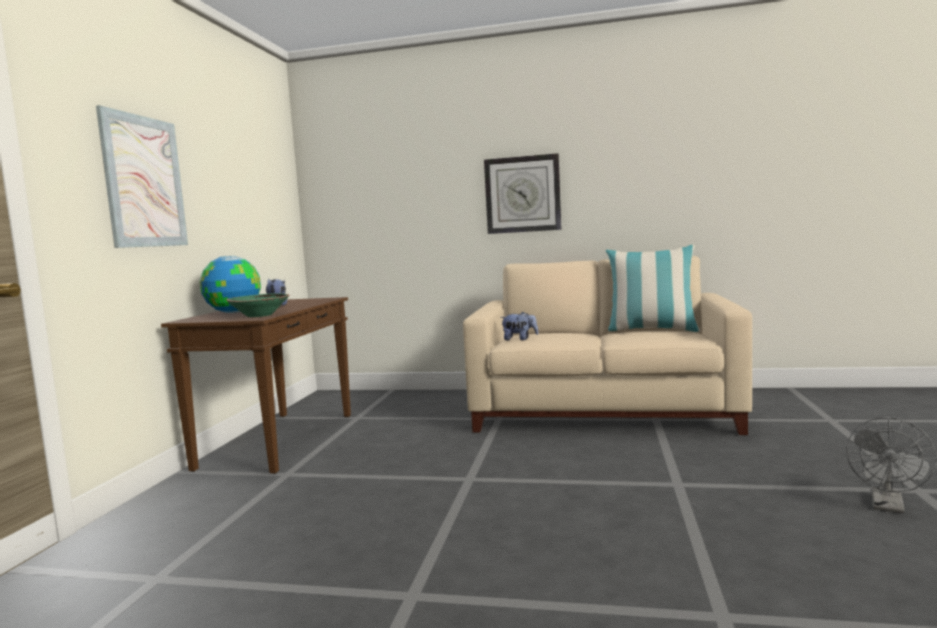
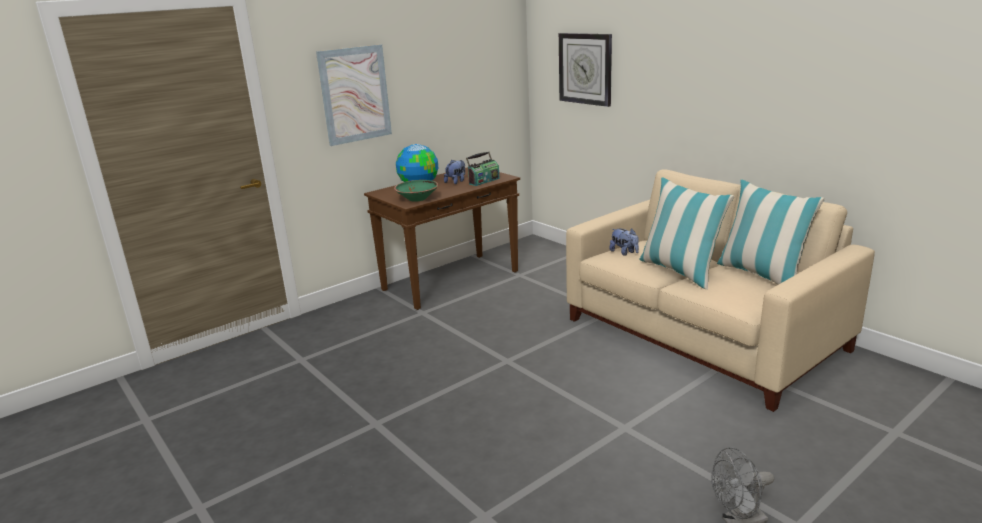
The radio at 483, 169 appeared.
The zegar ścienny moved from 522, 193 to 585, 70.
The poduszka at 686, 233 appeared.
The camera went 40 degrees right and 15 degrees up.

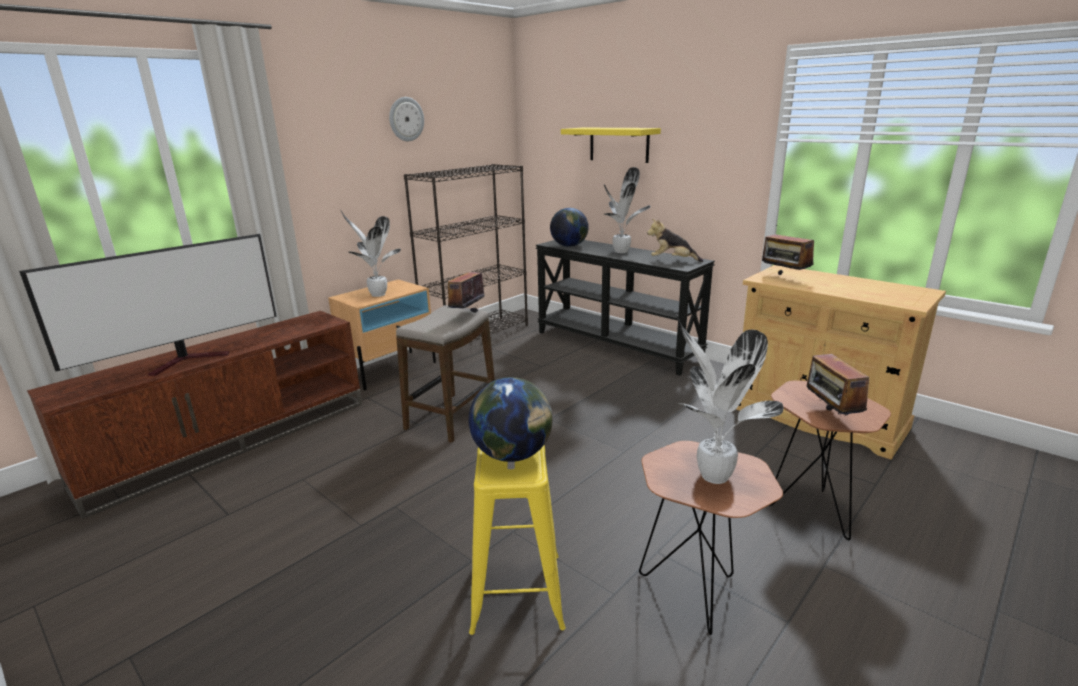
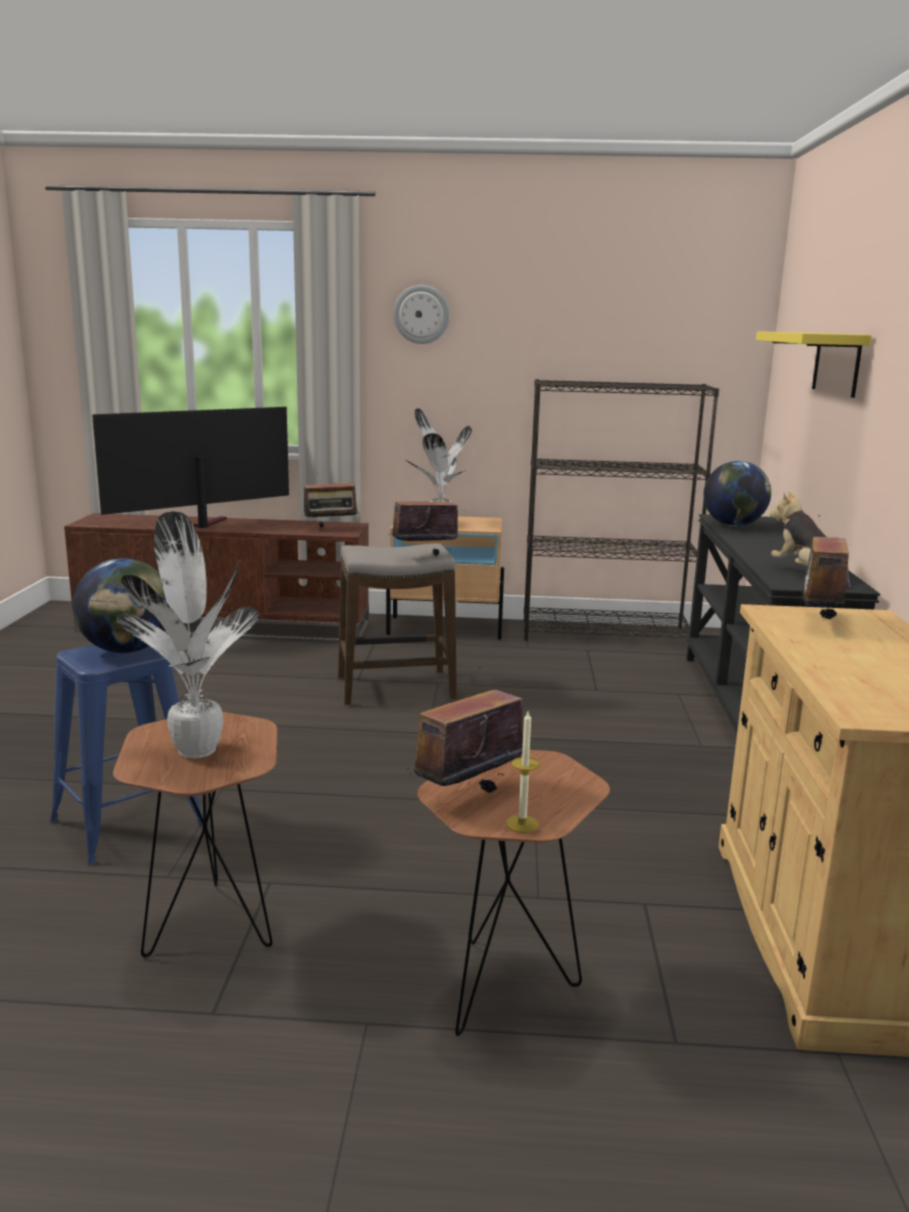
The stołek (żółty) at 517, 540 became the stołek (niebieski) at 126, 755.
The telewizor at 148, 305 turned 135 degrees clockwise.
The radio at 332, 500 appeared.
The zegar ścienny moved from 406, 119 to 421, 314.
The świeca at 523, 772 appeared.
The roślina doniczkowa at 627, 210 disappeared.
The camera went 50 degrees right and 5 degrees down.

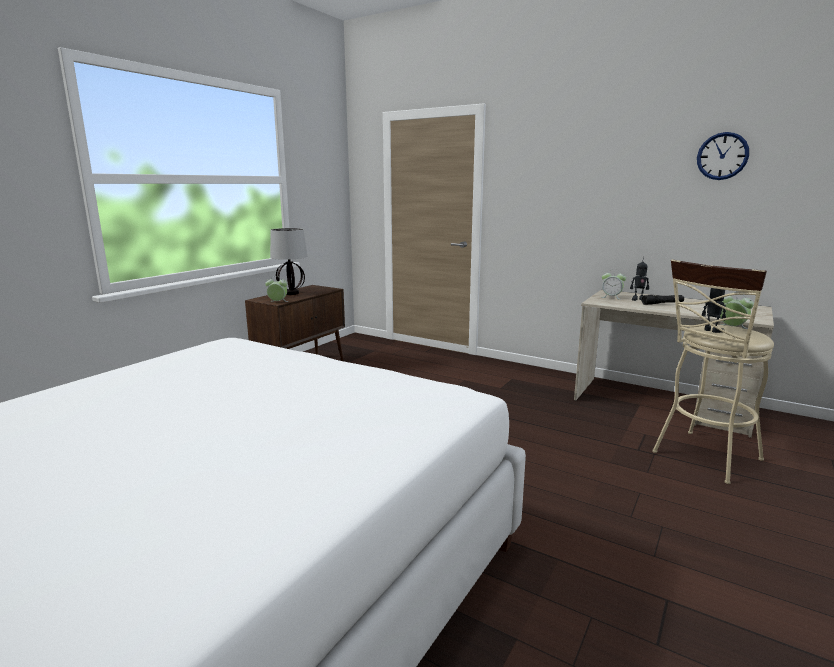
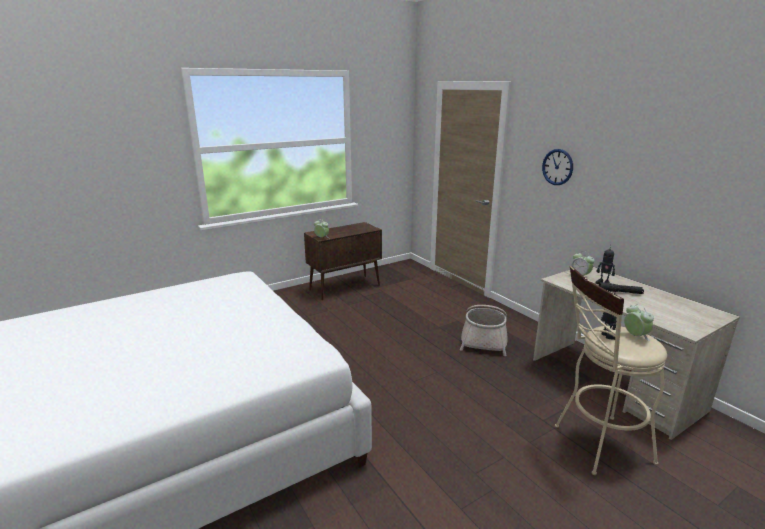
The koszyk at 484, 330 appeared.
The zegar ścienny moved from 723, 156 to 557, 167.
The lampa stołowa at 288, 261 disappeared.
The camera went 25 degrees right and 5 degrees up.

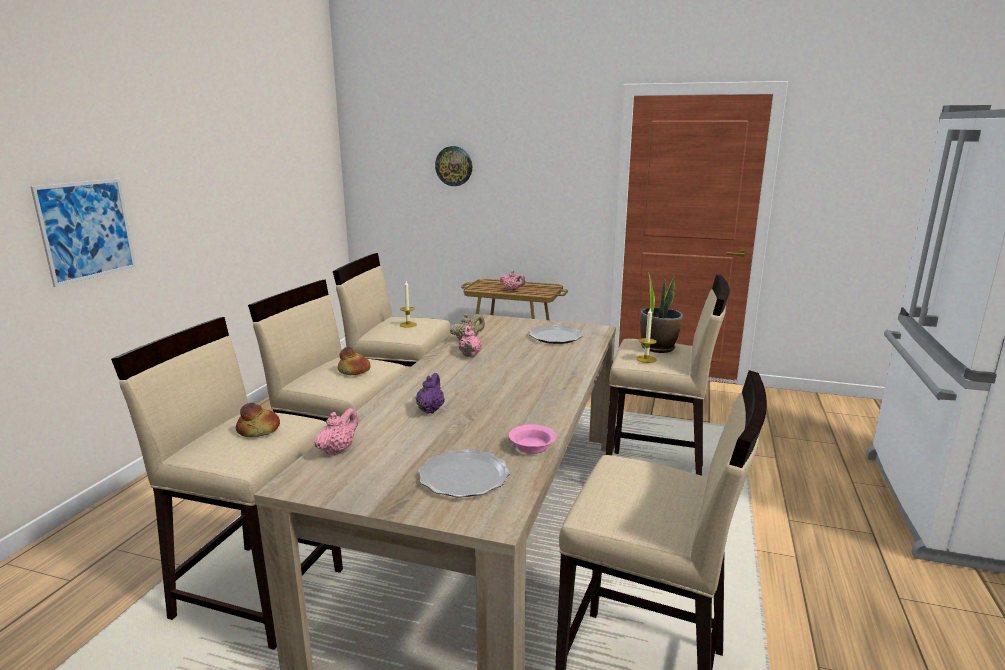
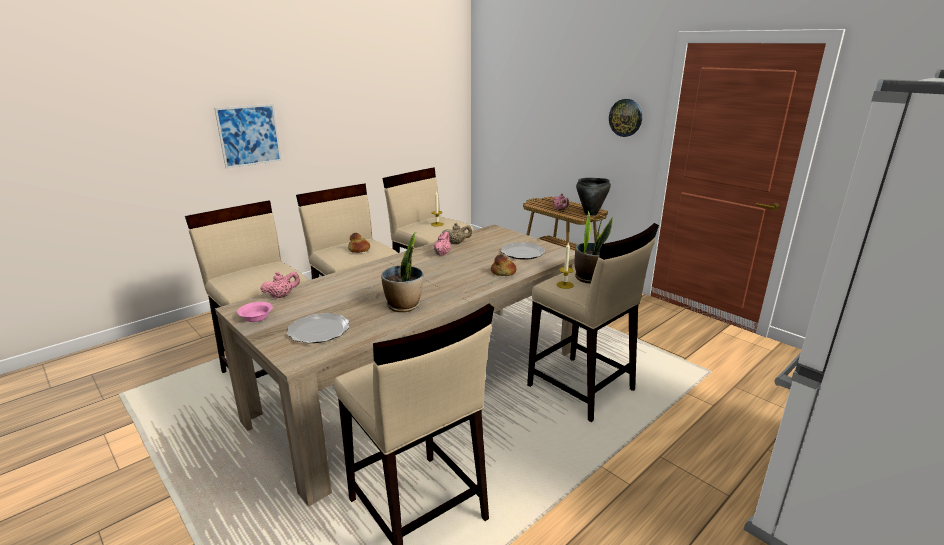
The miska (różowy) moved from 532, 439 to 255, 312.
The roślina doniczkowa at 402, 272 appeared.
The chleb moved from 258, 419 to 504, 265.
The garnek (czarny) at 593, 197 appeared.
The zegar ścienny moved from 453, 166 to 625, 118.
The imbryk (fioletowy) at 430, 393 disappeared.
The camera went 30 degrees right and 5 degrees up.

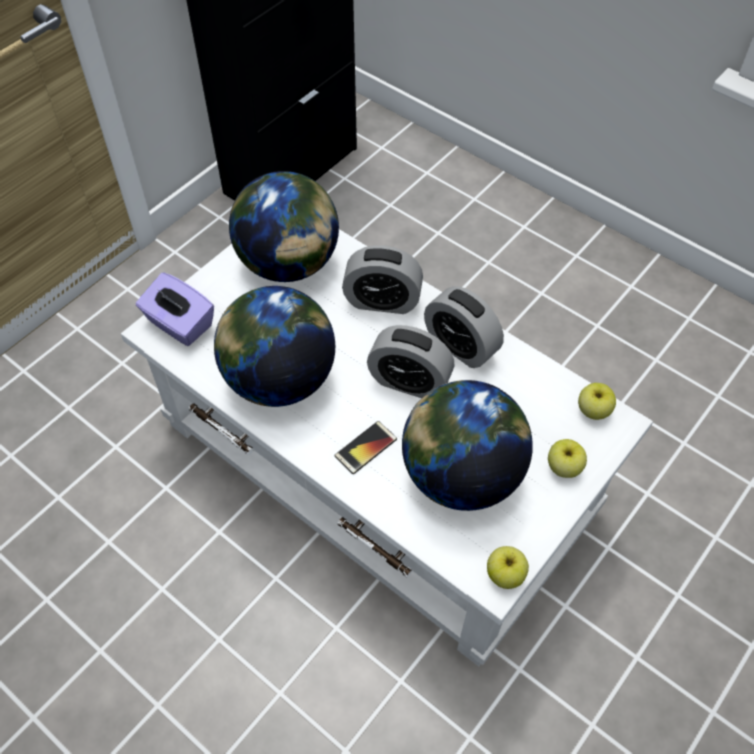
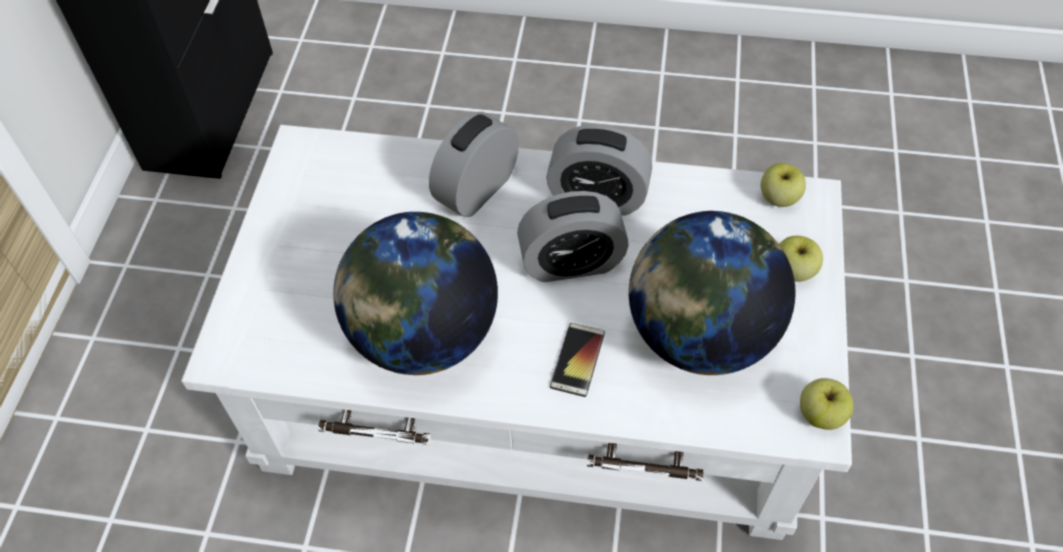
The budzik at 382, 279 turned 150 degrees clockwise.
The pudełko chusteczek (fioletowy) at 175, 309 disappeared.
The globus at 284, 226 disappeared.
The camera went 30 degrees left and 0 degrees up.

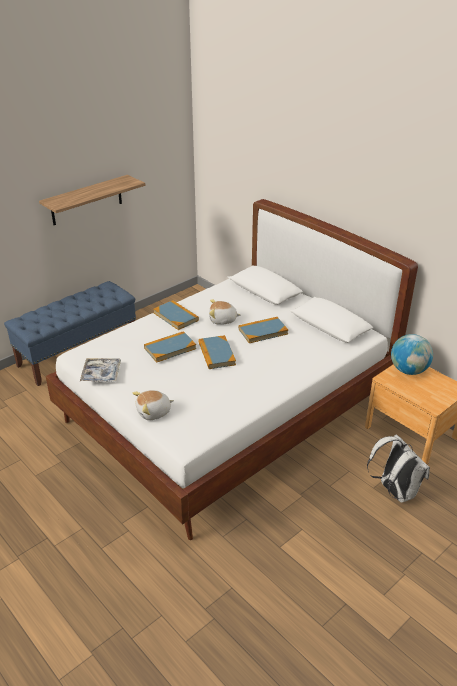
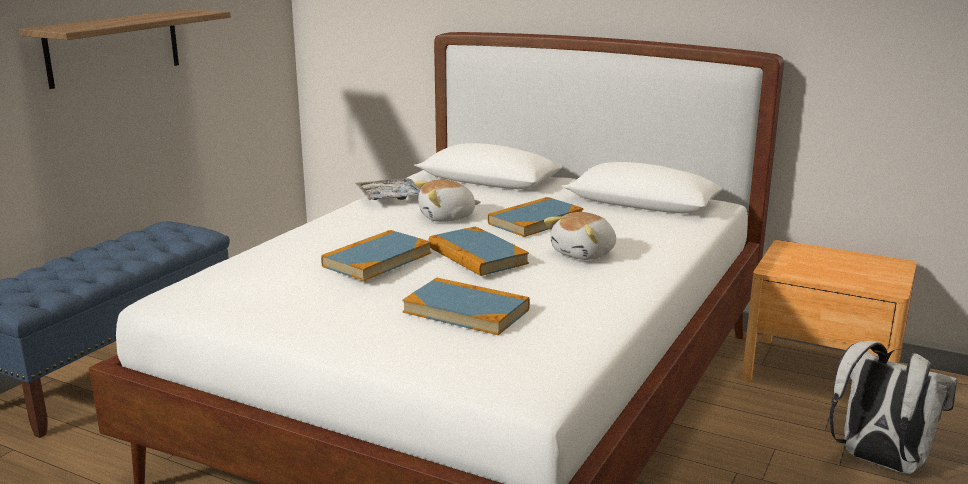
The taca moved from 100, 370 to 387, 189.
The książka moved from 176, 315 to 466, 306.
The pluszak moved from 153, 405 to 580, 236.
The globus at 412, 354 disappeared.
The camera went 20 degrees left and 15 degrees down.

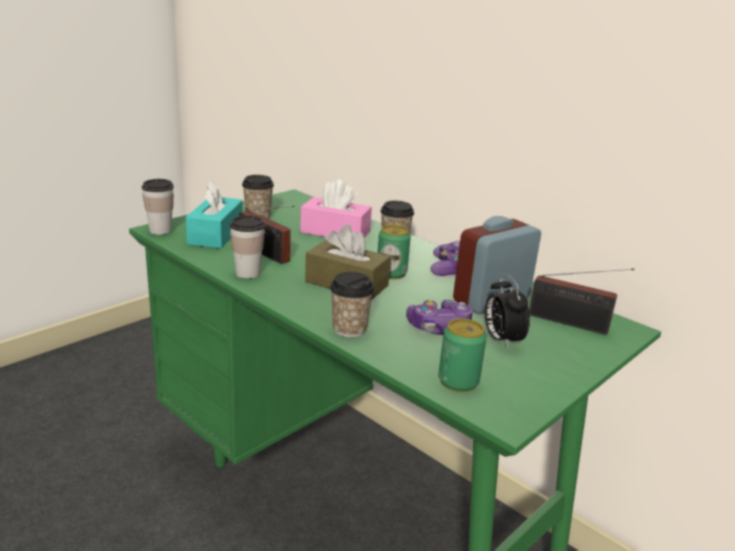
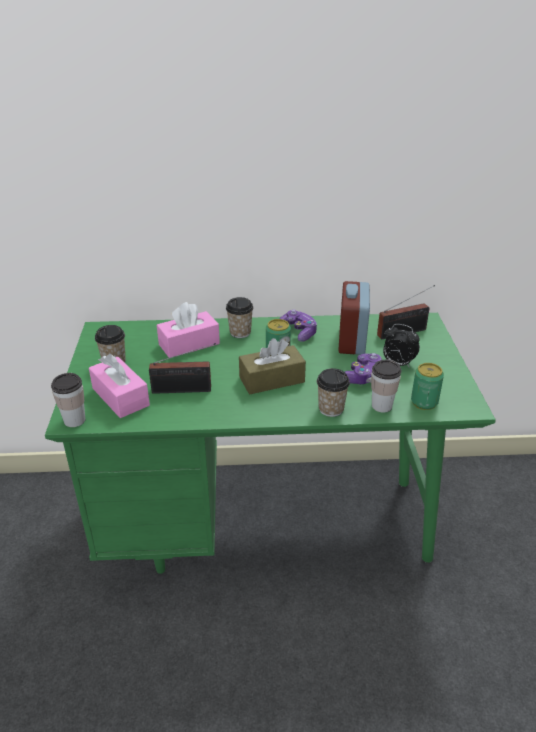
The pudełko chusteczek (turkusowy) at 214, 214 became the pudełko chusteczek (różowy) at 119, 386.
The filiżanka moved from 247, 247 to 386, 386.
The camera went 45 degrees left and 10 degrees up.

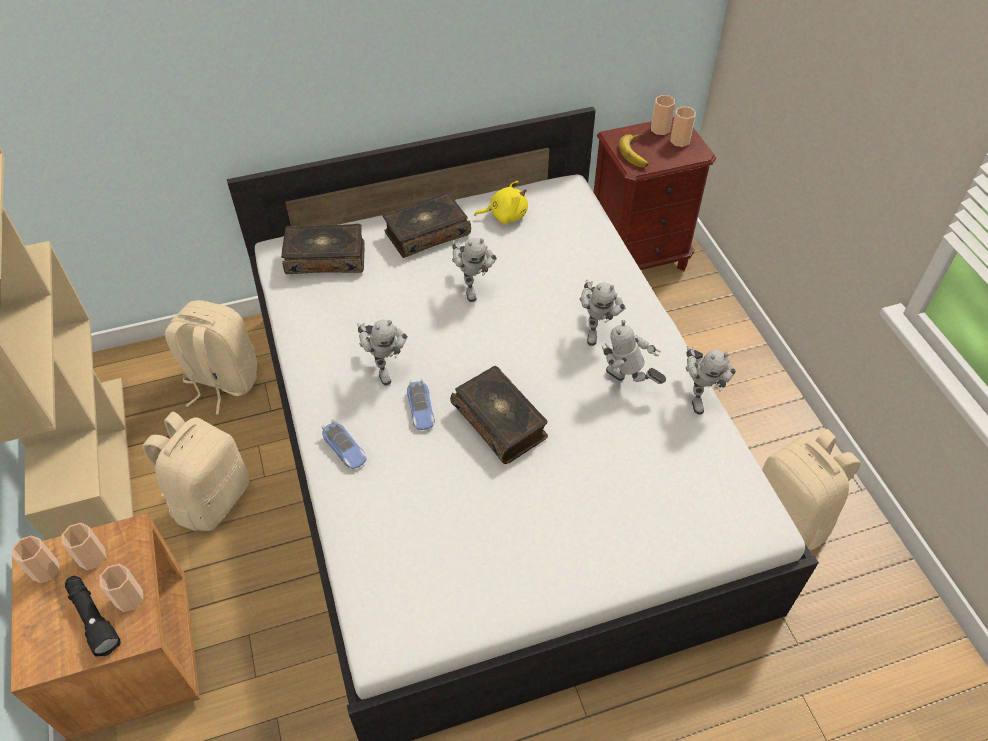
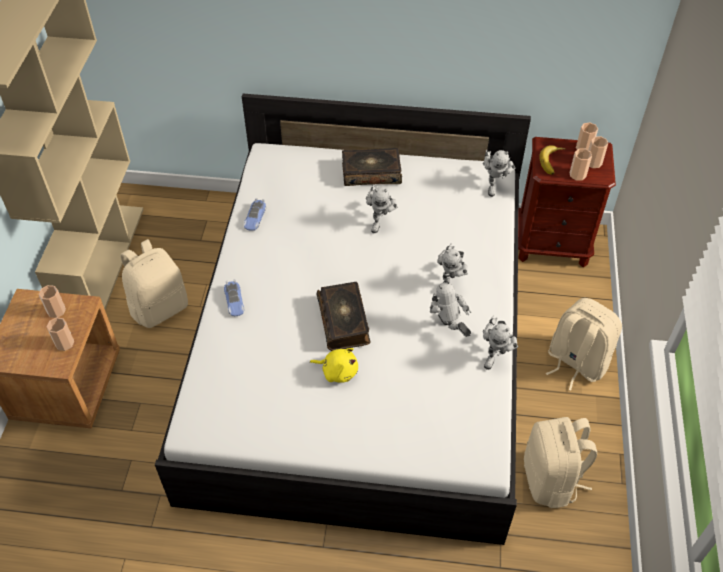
The samochodzik moved from 421, 404 to 255, 214.
The pluszak (żółty) moved from 501, 202 to 334, 365.
The robot zabawkowy moved from 382, 352 to 499, 173.
The plecak (beżowy) moved from 211, 357 to 584, 344.
The filiżanka moved from 36, 559 to 581, 164.
The latarka (czarny) at 93, 616 disappeared.
The książka at 323, 249 disappeared.
The camera went 25 degrees right and 0 degrees up.

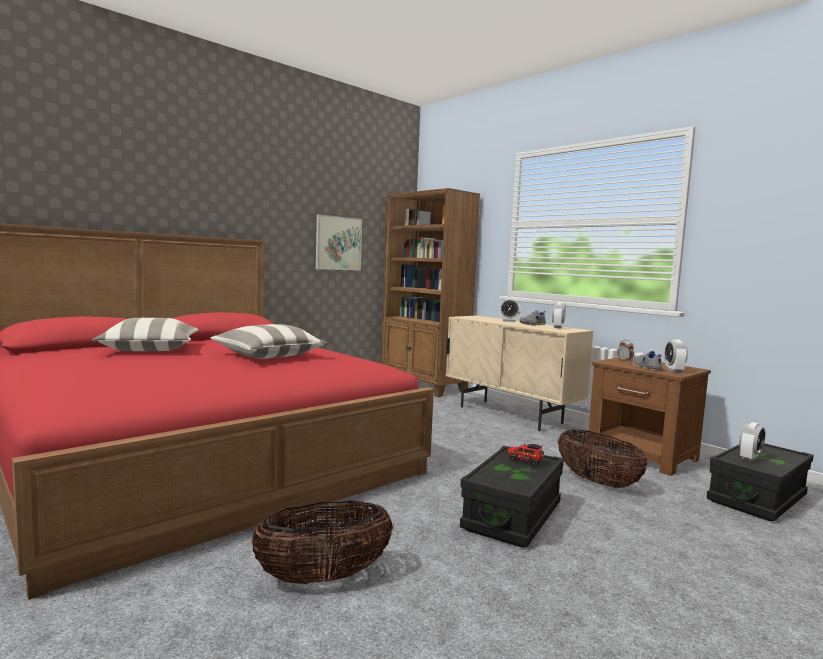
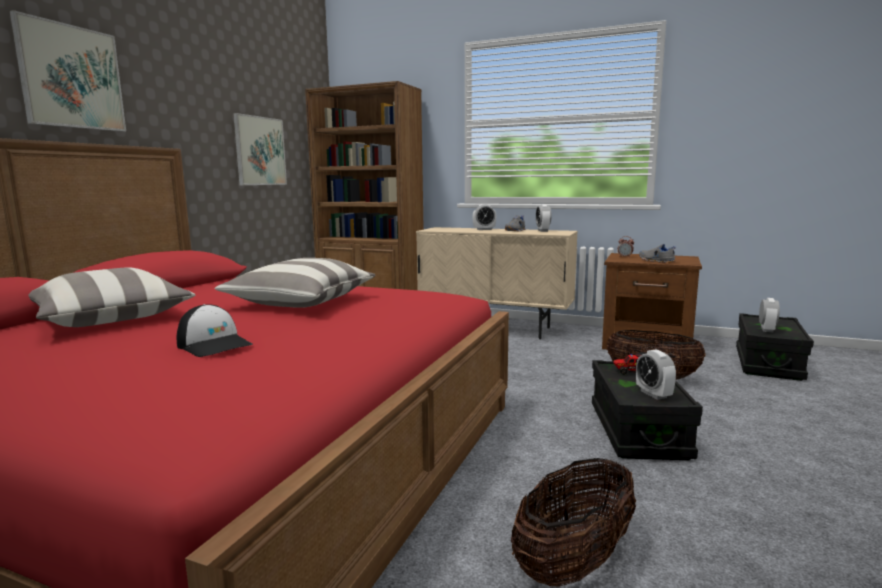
The obraz at 68, 71 appeared.
The czapka z daszkiem at 215, 330 appeared.
The budzik moved from 676, 356 to 656, 375.
The camera went 25 degrees left and 5 degrees up.

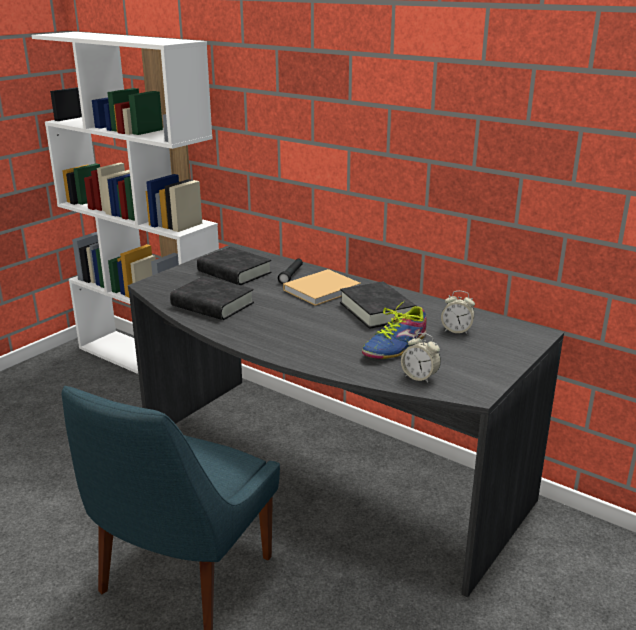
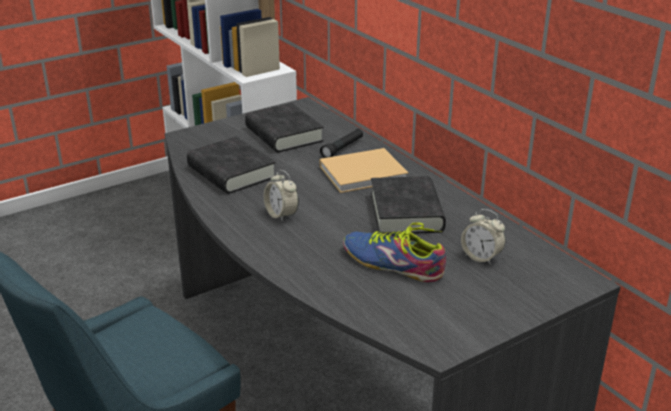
The budzik moved from 421, 358 to 281, 196.
The but at 394, 329 turned 60 degrees clockwise.
The camera went 20 degrees right and 5 degrees up.

